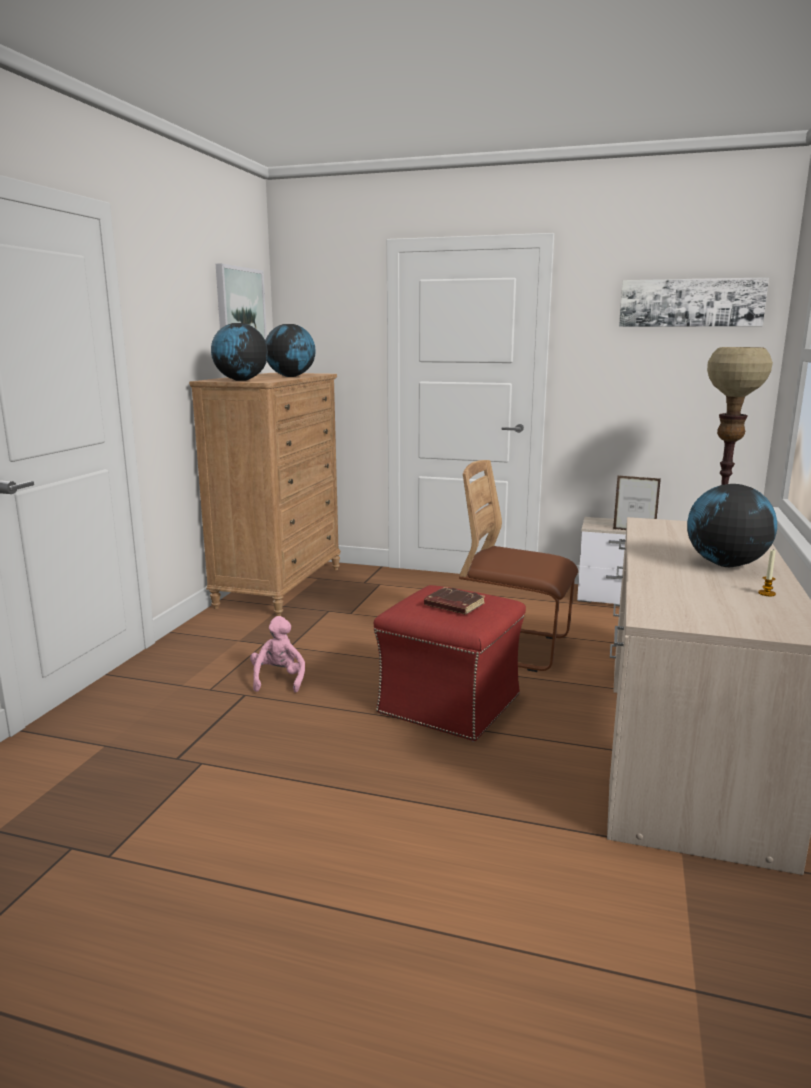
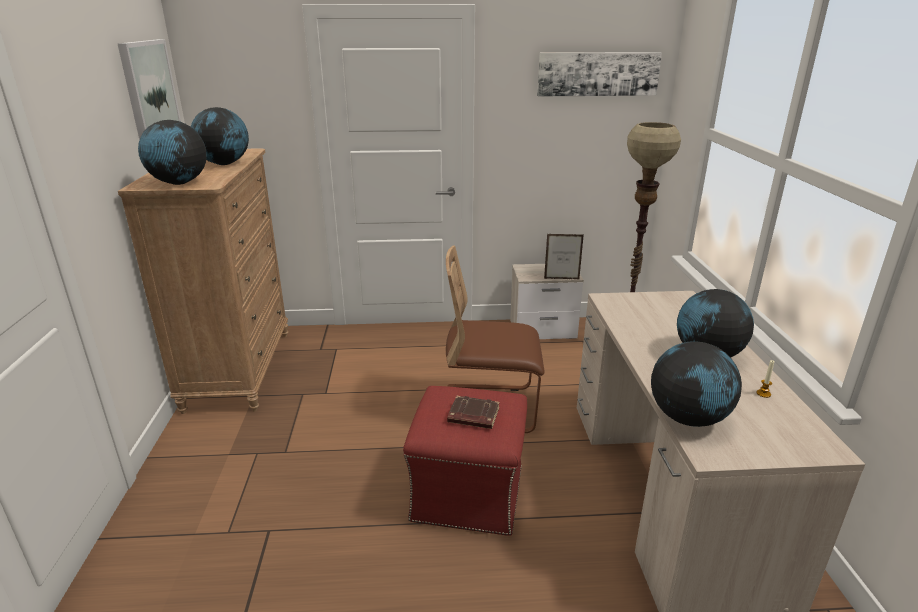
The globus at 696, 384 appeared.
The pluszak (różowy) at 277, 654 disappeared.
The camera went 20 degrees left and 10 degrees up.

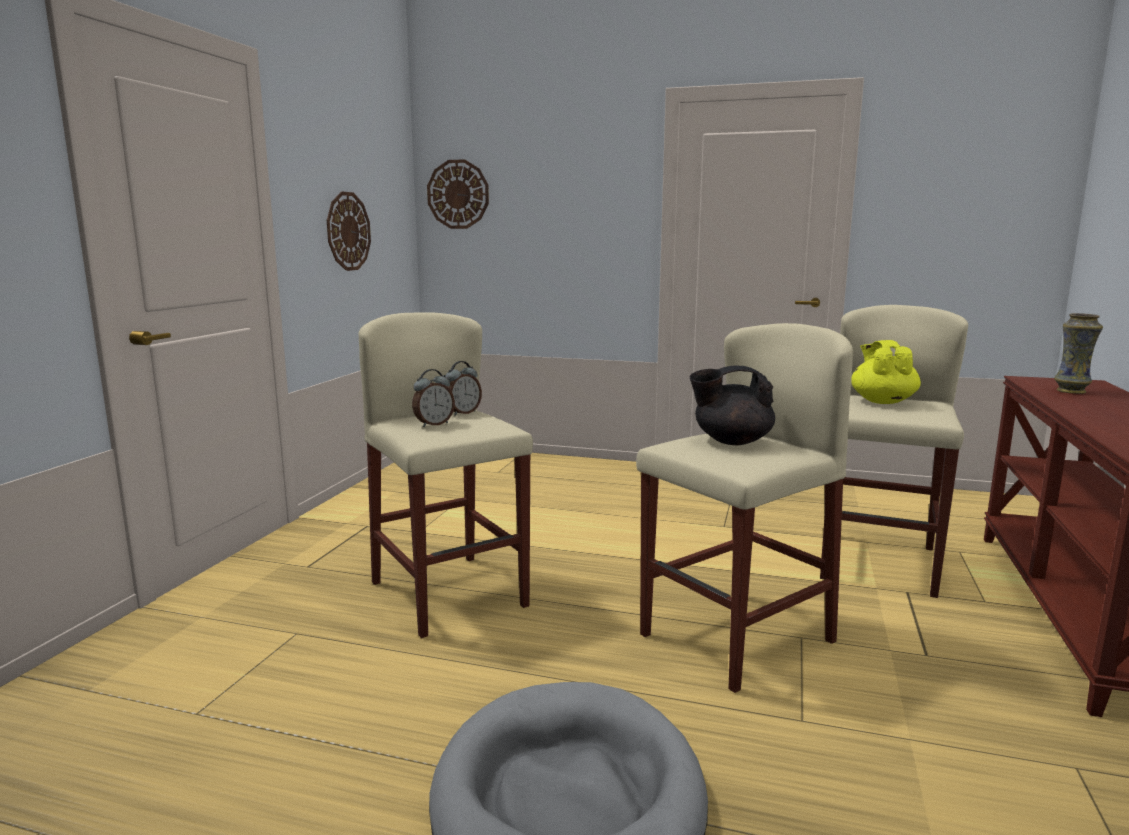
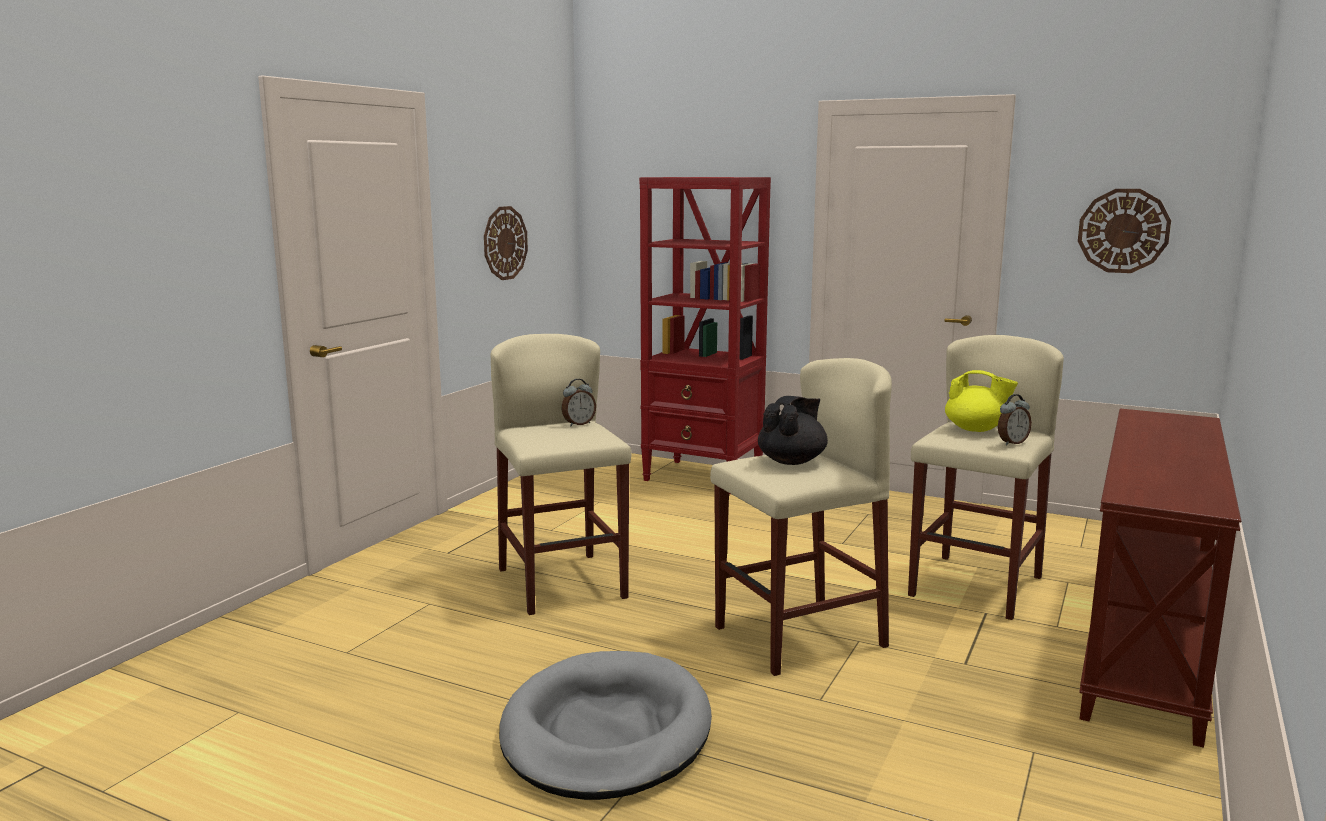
The regał (czerwony) at 705, 335 appeared.
The imbryk (czarny) at 732, 405 turned 120 degrees clockwise.
The imbryk (żółty) at 886, 372 turned 105 degrees clockwise.
The budzik moved from 433, 398 to 1015, 419.
The zegar ścienny moved from 458, 194 to 1124, 231.
The wazon at 1078, 353 disappeared.
The camera went 10 degrees right and 0 degrees up.

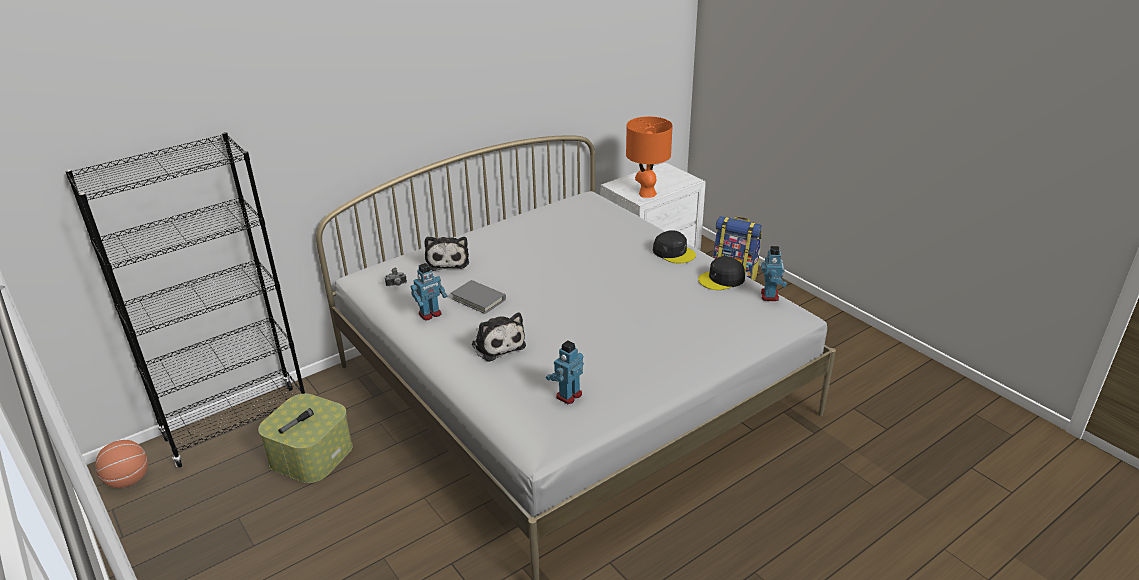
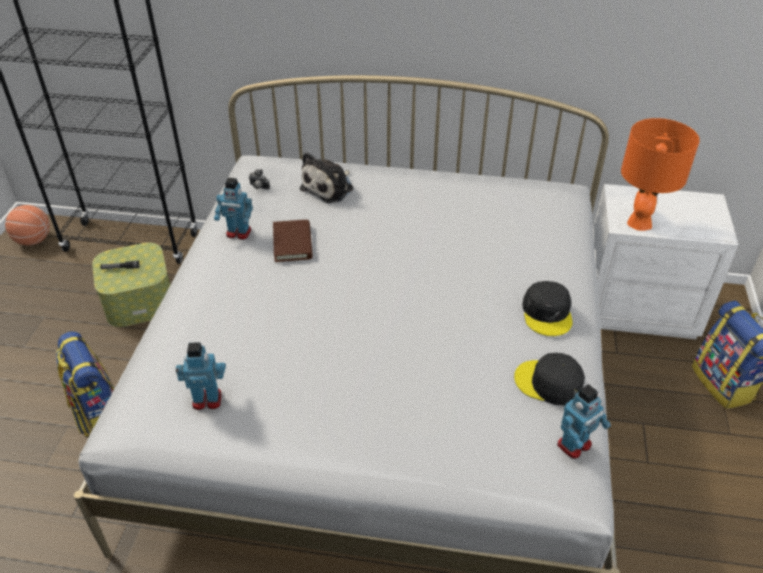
The plecak at 85, 384 appeared.
The książka (szary) at 478, 297 became the książka (brązowy) at 293, 240.
The pluszak at 499, 337 disappeared.
The camera went 45 degrees right and 10 degrees up.

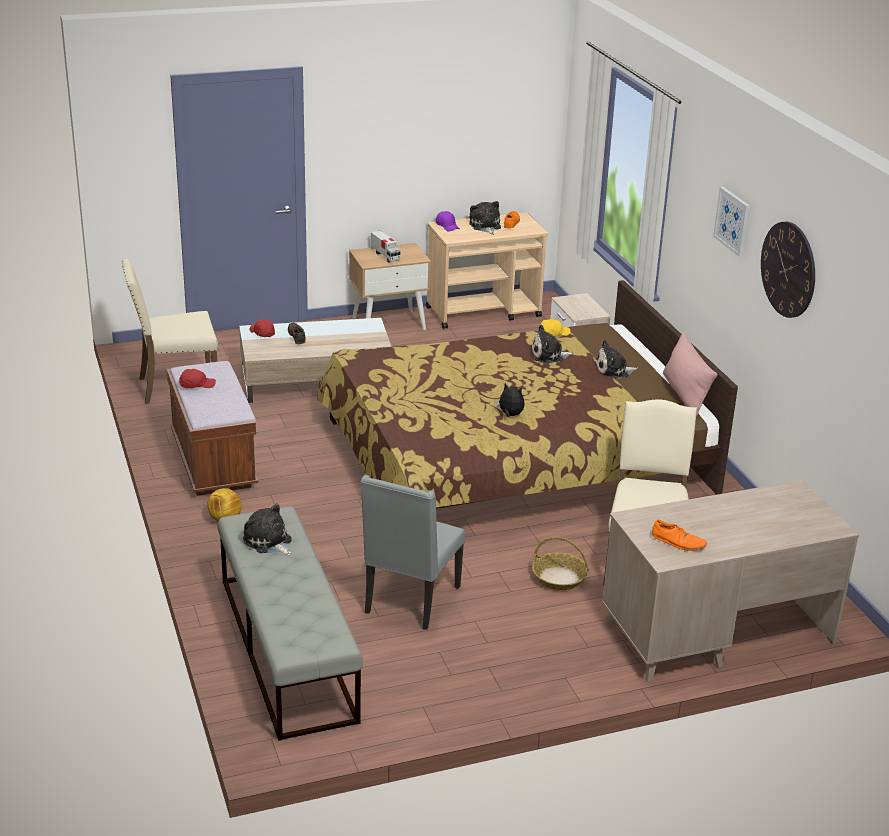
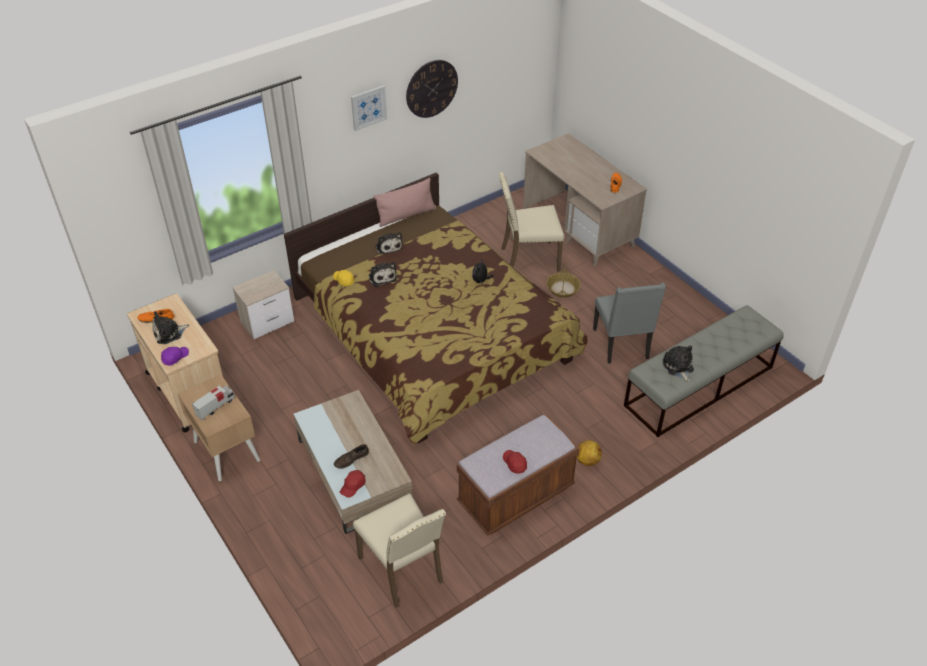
The krzesło (szary) at 413, 552 turned 75 degrees clockwise.
The pluszak at 267, 529 turned 135 degrees clockwise.
The camera went 105 degrees left and 15 degrees up.

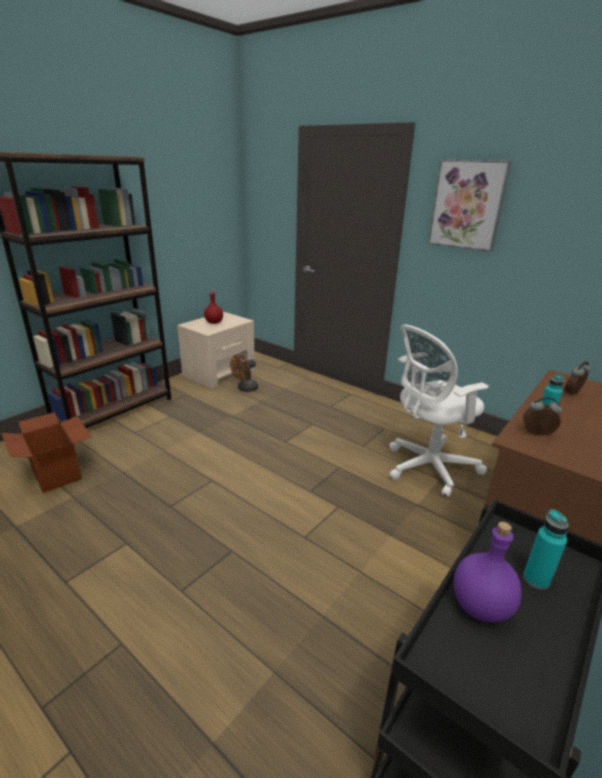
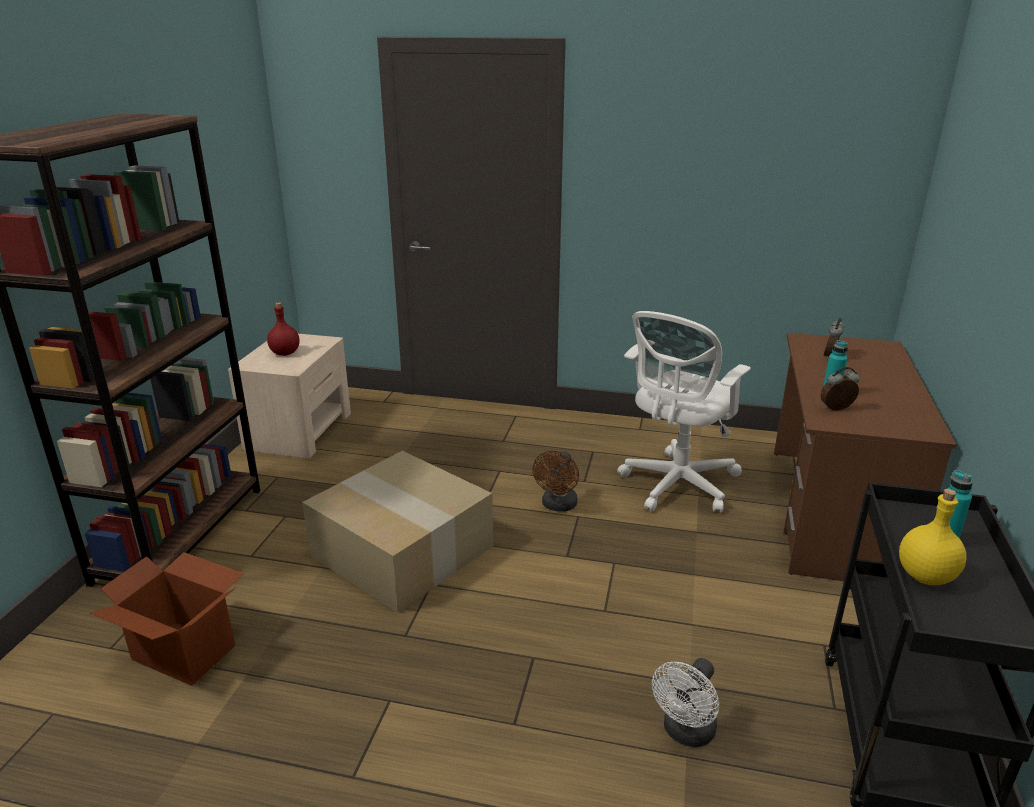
The karton at 397, 532 appeared.
The wentylator (brązowy) moved from 244, 373 to 555, 481.
The wentylator (biały) at 685, 702 appeared.
The butelka (fioletowy) at 488, 572 became the butelka (żółty) at 933, 537.
The obraz at 469, 206 disappeared.
The camera went 25 degrees left and 0 degrees up.

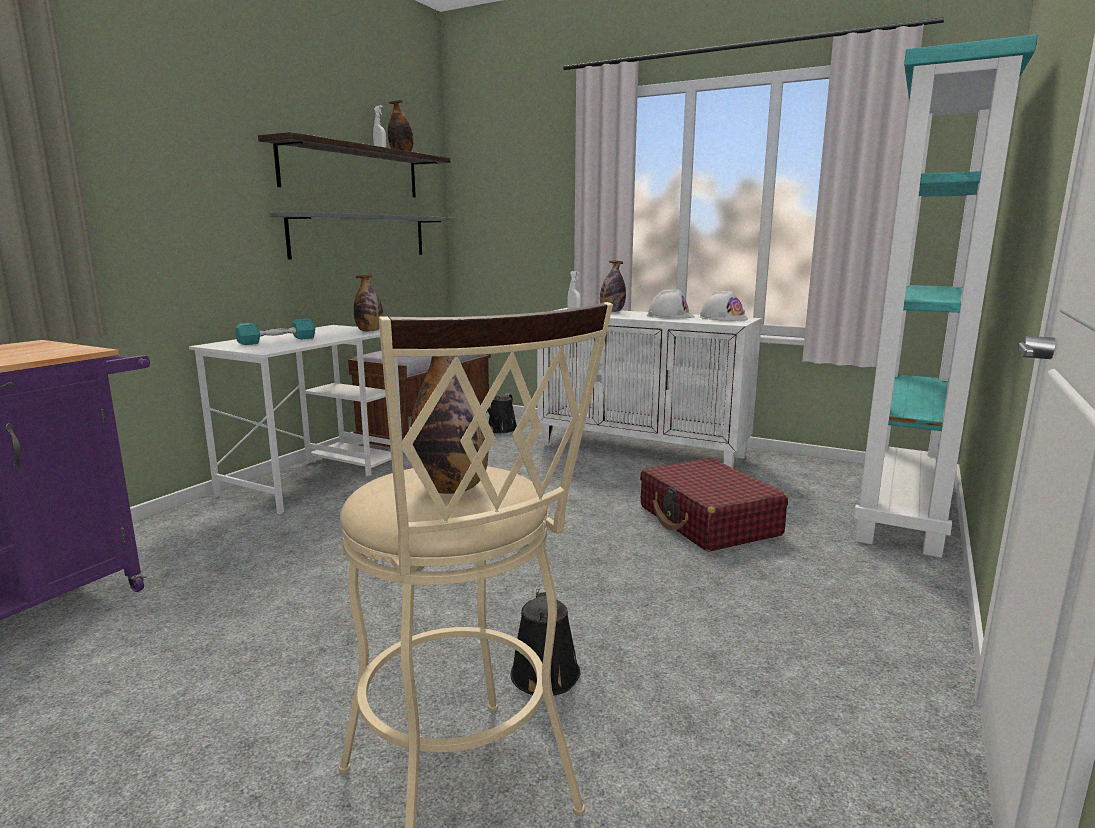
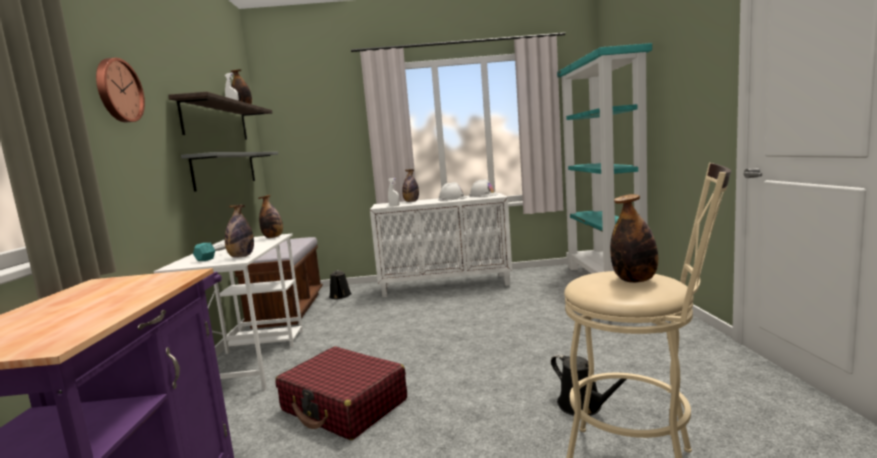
The zegar ścienny at 120, 90 appeared.
The butelka at 239, 231 appeared.
The walizka (czerwony) moved from 714, 505 to 341, 393.
The camera went 30 degrees left and 5 degrees down.

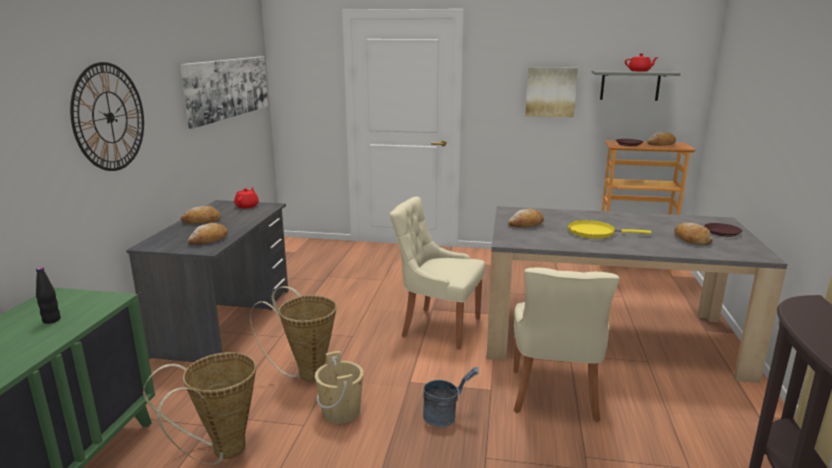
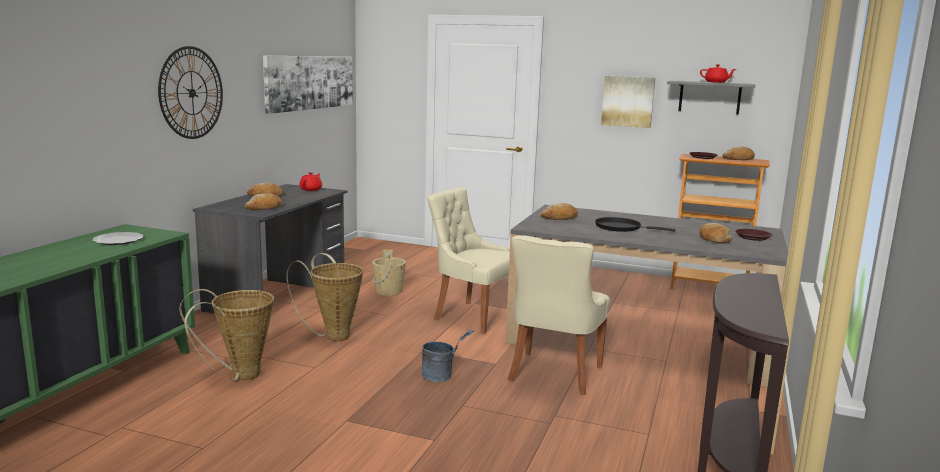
The butelka (czarny) at 48, 295 was replaced by the talerz at 118, 238.
The wiadro (beżowy) moved from 339, 387 to 389, 273.
The patelnia (żółty) at 610, 229 became the patelnia (czarny) at 635, 224.
The camera went 10 degrees right and 5 degrees down.

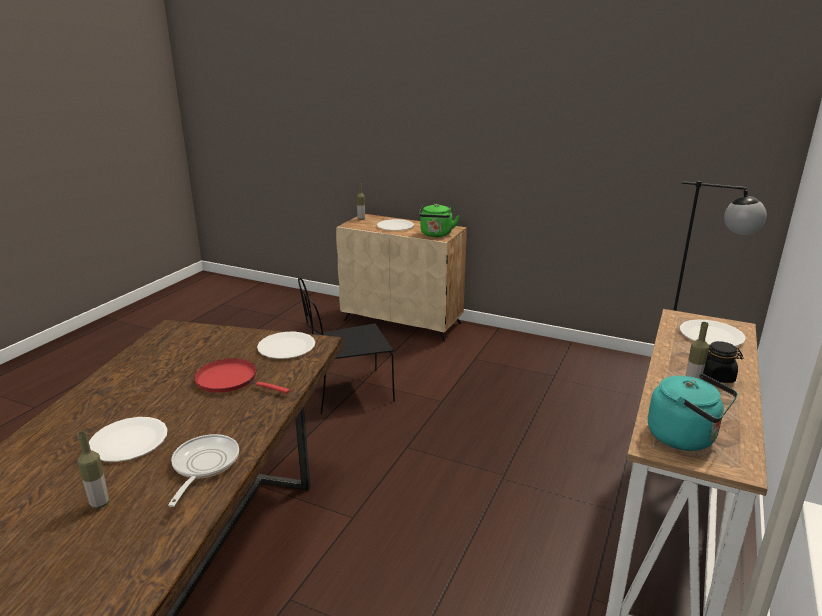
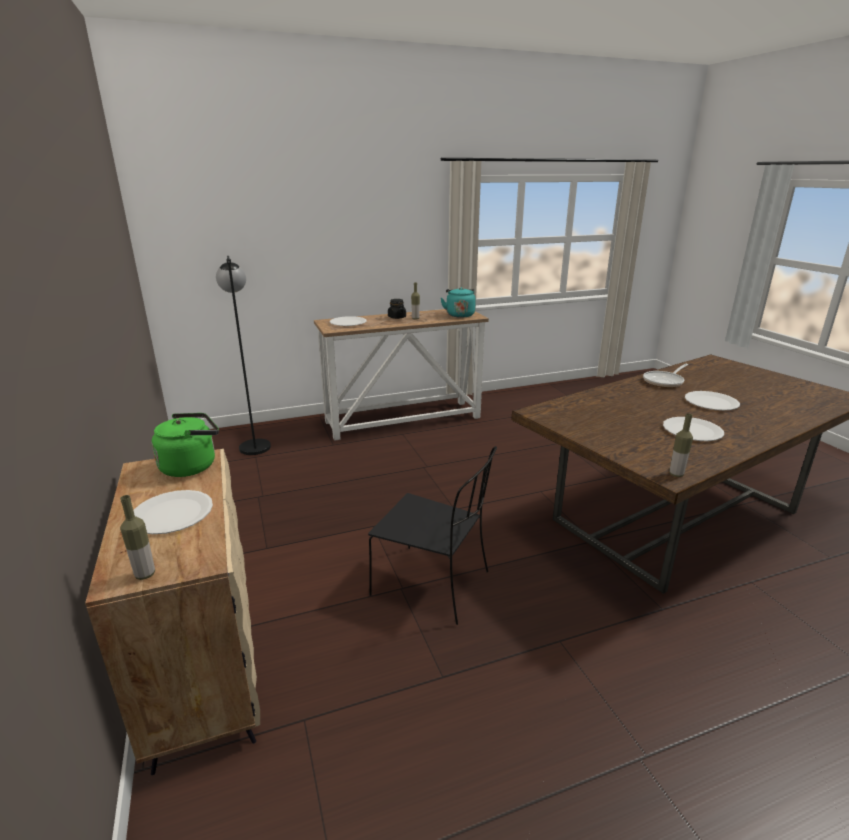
The talerz (biały) moved from 286, 345 to 693, 429.
The butelka moved from 93, 470 to 681, 445.
The patelnia (czerwony) at 242, 376 disappeared.
The camera went 135 degrees left and 0 degrees up.

